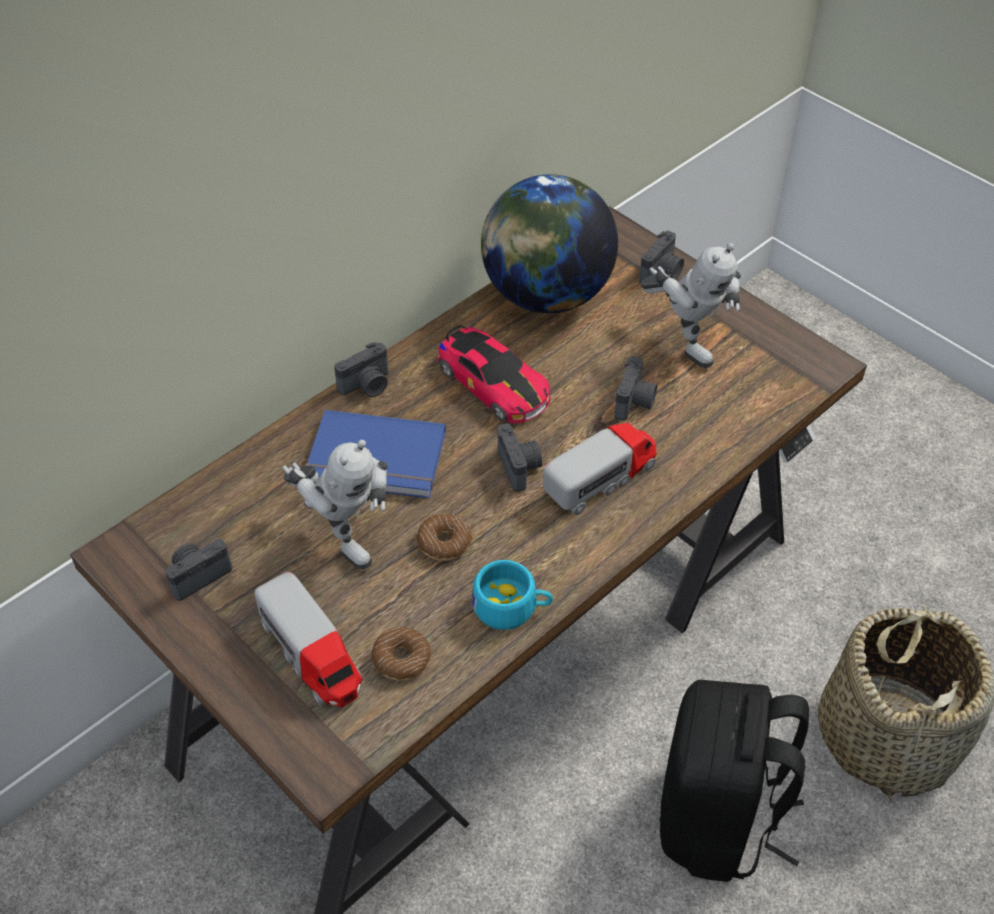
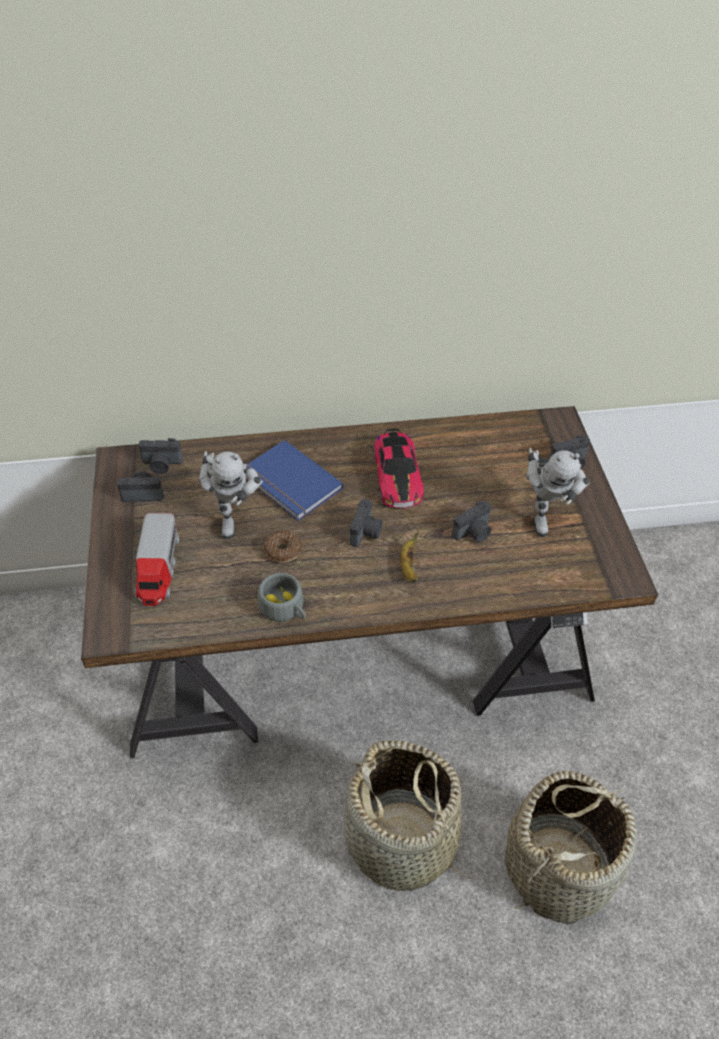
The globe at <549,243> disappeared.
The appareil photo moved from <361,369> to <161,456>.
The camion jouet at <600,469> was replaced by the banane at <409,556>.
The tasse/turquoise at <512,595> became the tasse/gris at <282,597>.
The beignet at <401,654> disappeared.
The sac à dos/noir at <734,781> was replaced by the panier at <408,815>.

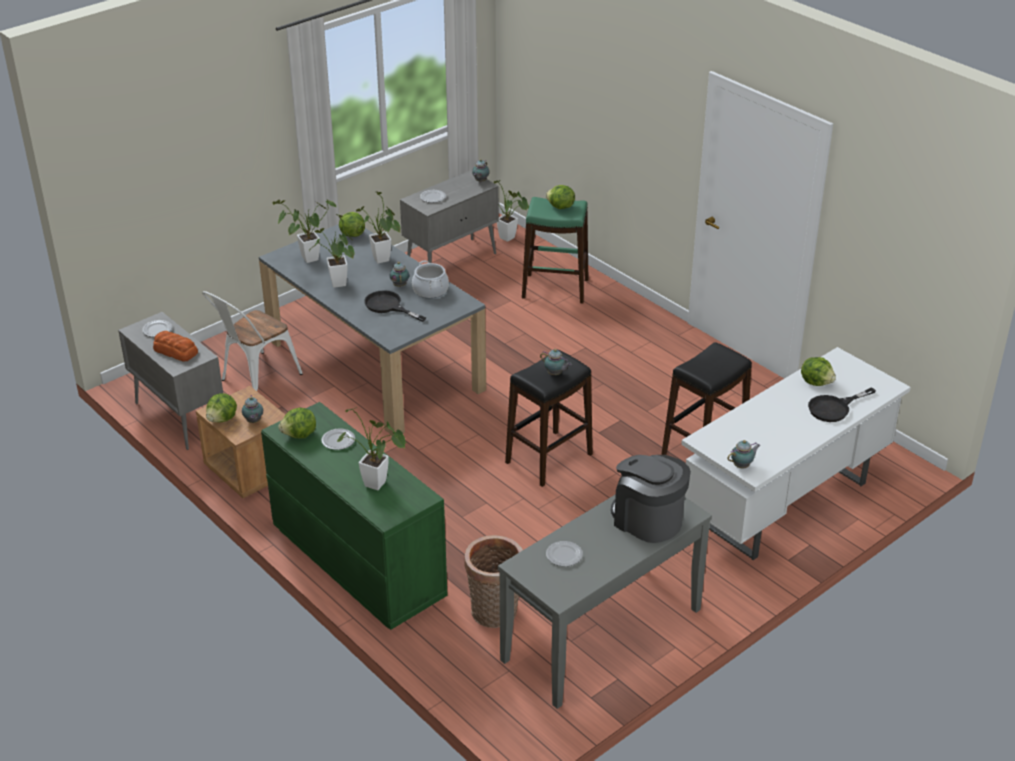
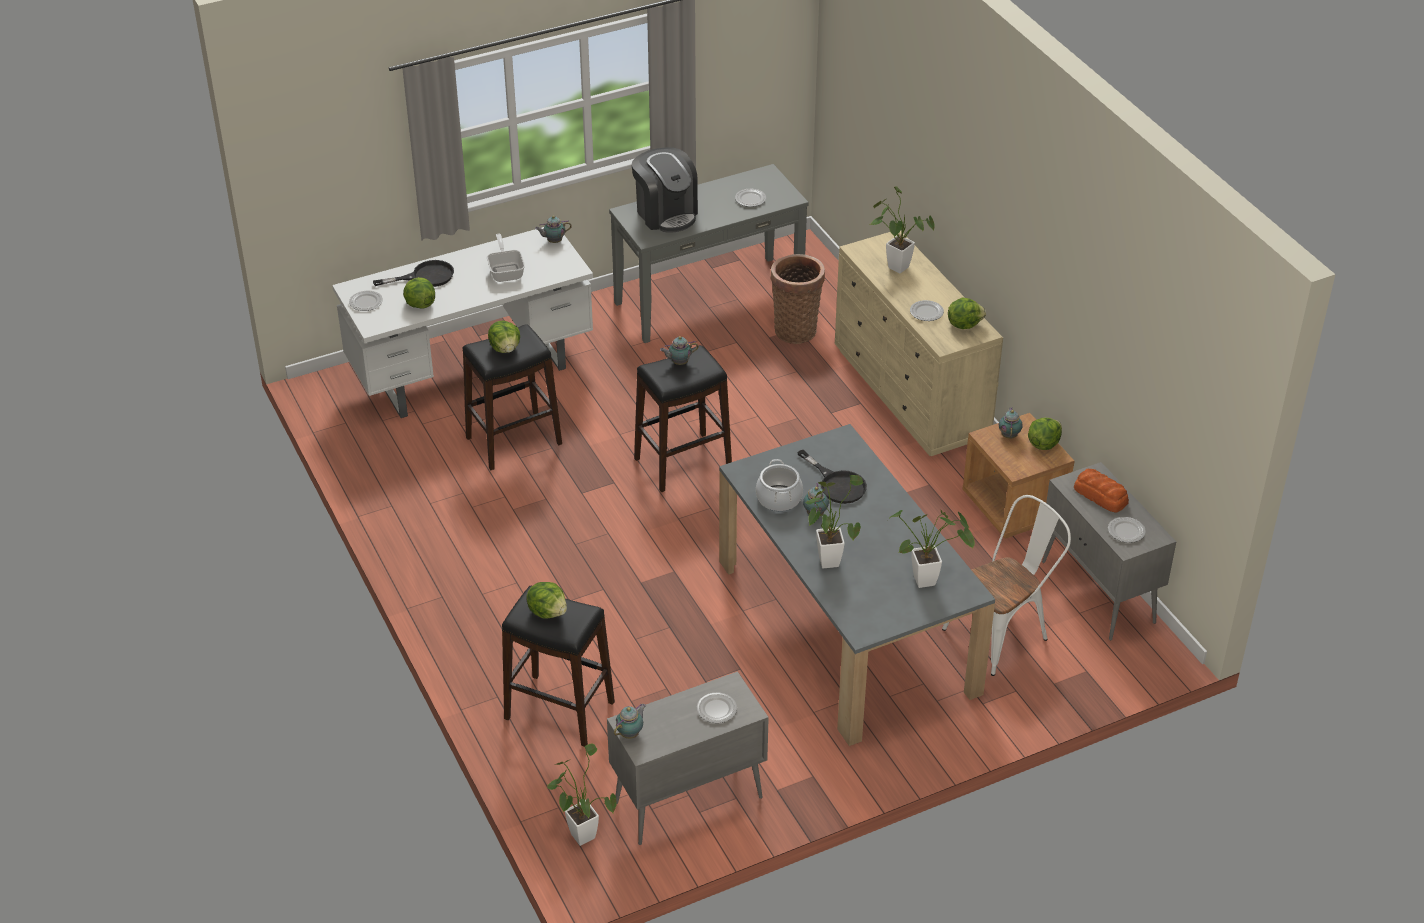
The tabouret/vert at <555,250> became the tabouret/noir at <558,666>.
The laitue moved from <352,224> to <504,337>.
The plante en pot at <332,251> disappeared.
The théière at <556,362> turned 60 degrees counterclockwise.
The commode/vert at <354,516> became the commode/beige at <919,343>.
The poêle at <506,258> appeared.
The assiette at <366,301> appeared.

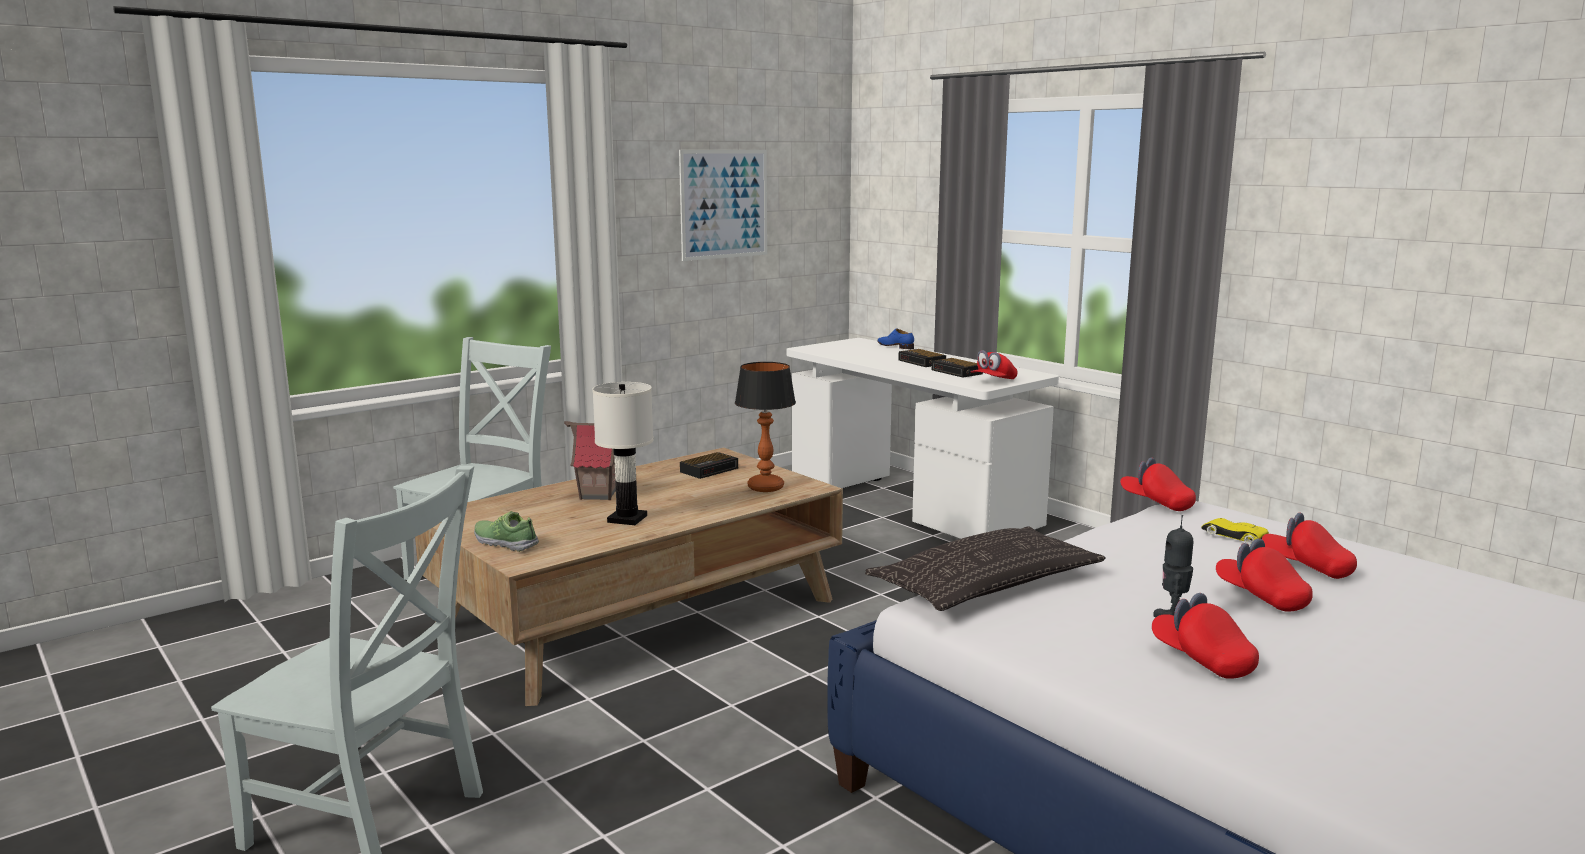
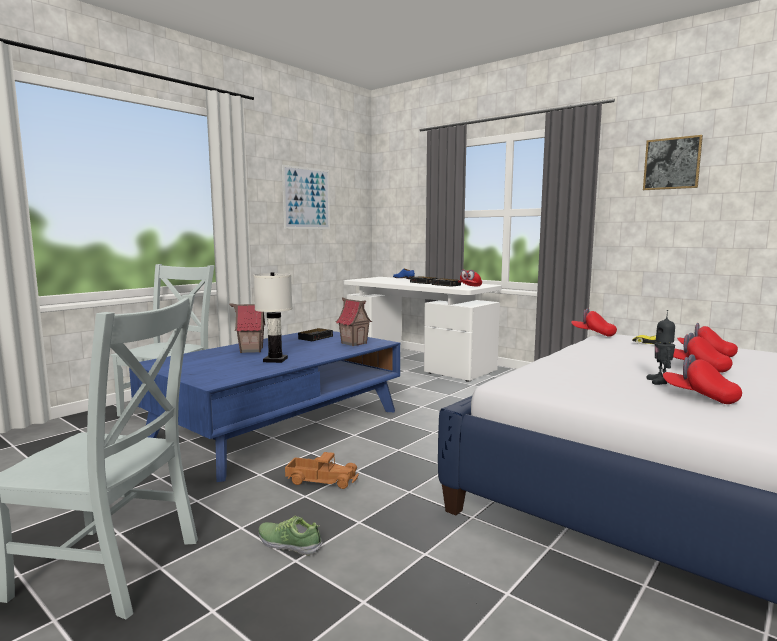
The lampe de table at <765,427> was replaced by the maison miniature at <354,322>.
The table basse/marron at <629,577> became the table basse/bleu at <264,406>.
The chaussure moved from <506,531> to <291,535>.
The coussin at <985,568> disappeared.
The tableau at <673,162> appeared.
The camion jouet at <322,470> appeared.

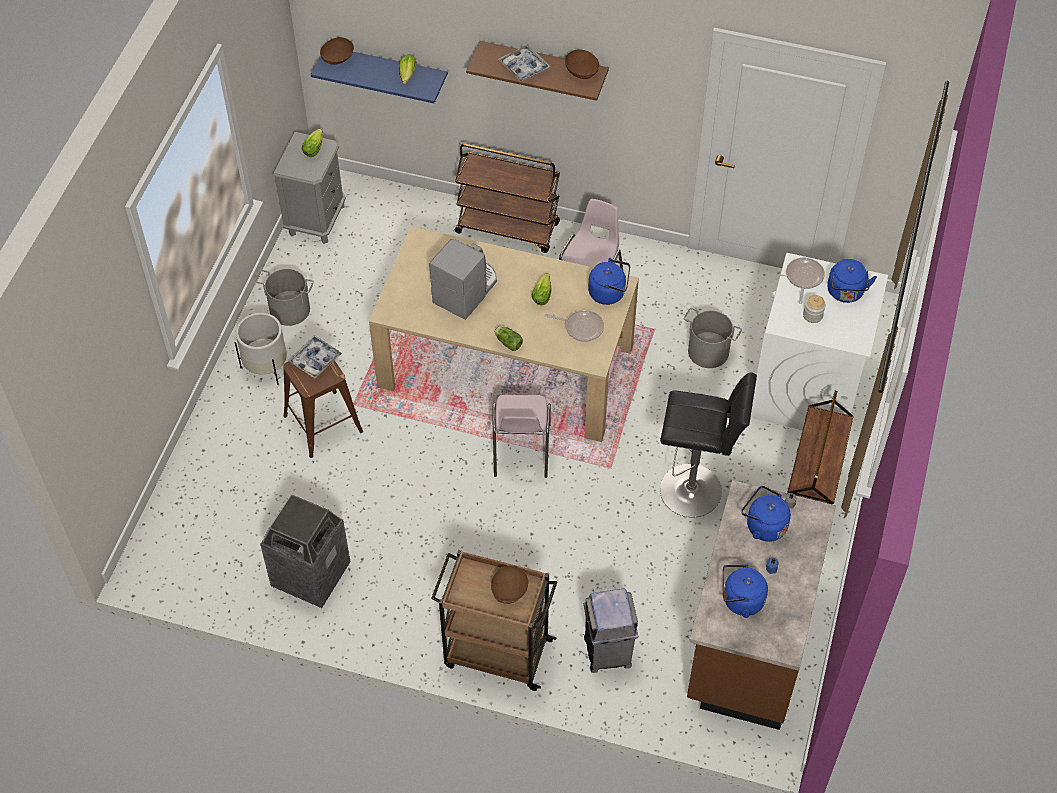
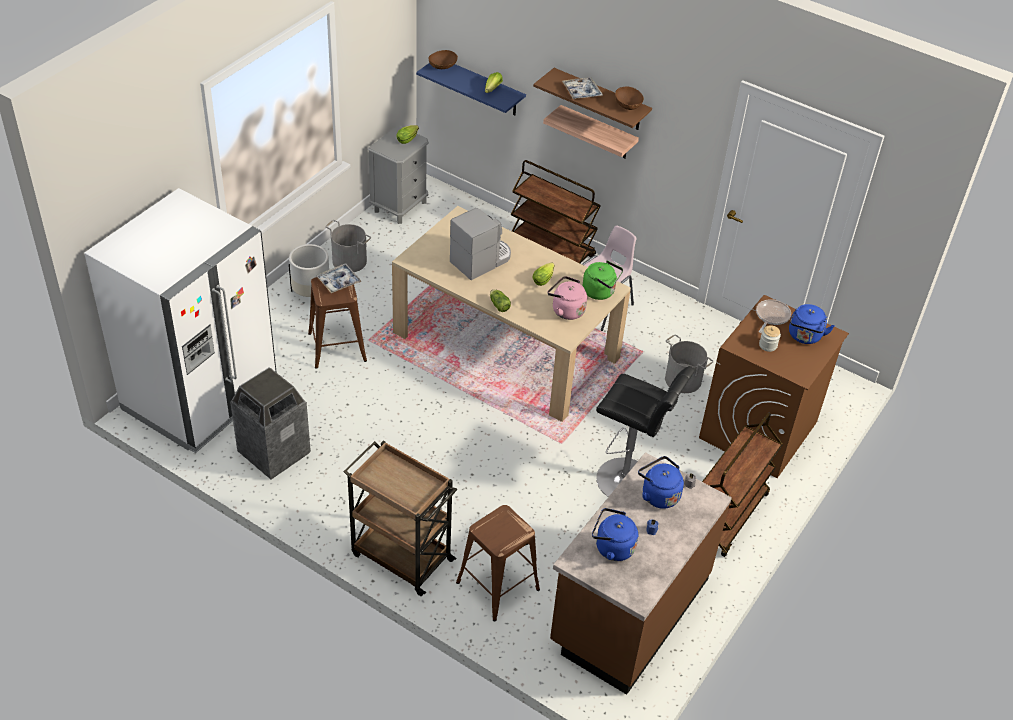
The lave-linge/blanc at <819,341> became the lave-linge/marron at <774,386>.
The bouilloire/bleu at <609,281> became the bouilloire/vert at <603,280>.
The poêle at <575,326> was replaced by the bouilloire/rose at <567,298>.
The chaise/rose at <522,436> disappeared.
The bol/marron at <510,584> disappeared.
The poubelle/gris at <611,630> was replaced by the tabouret/marron at <498,563>.
The étagère at <591,132> appeared.
The réfrigérateur/blanc at <180,320> appeared.

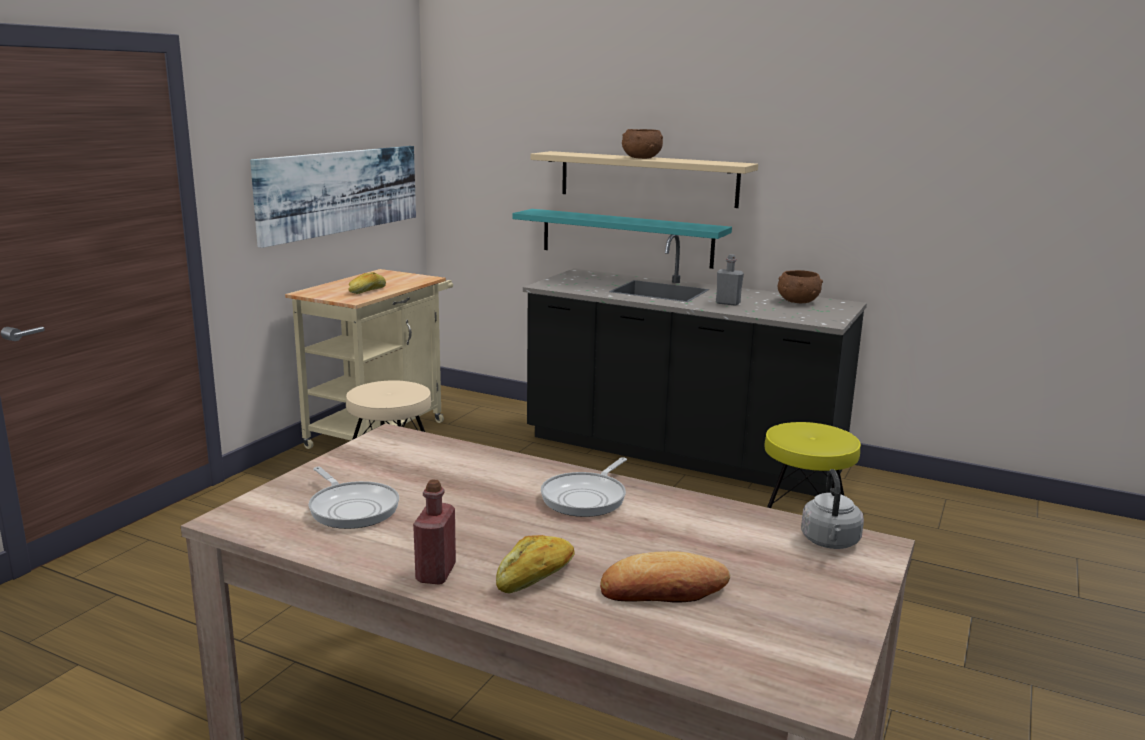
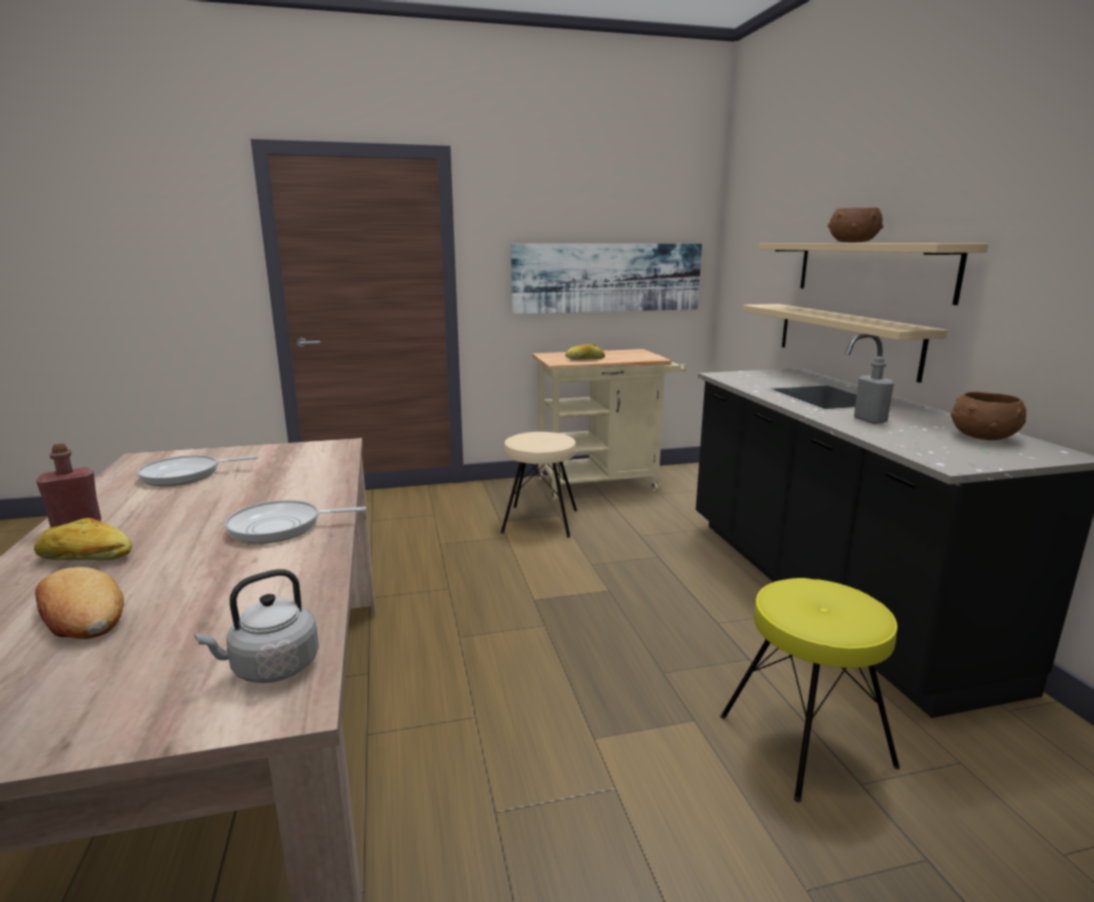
The étagère/turquoise at <622,239> became the étagère/beige at <845,343>.
The poêle at <353,498> turned 60 degrees clockwise.

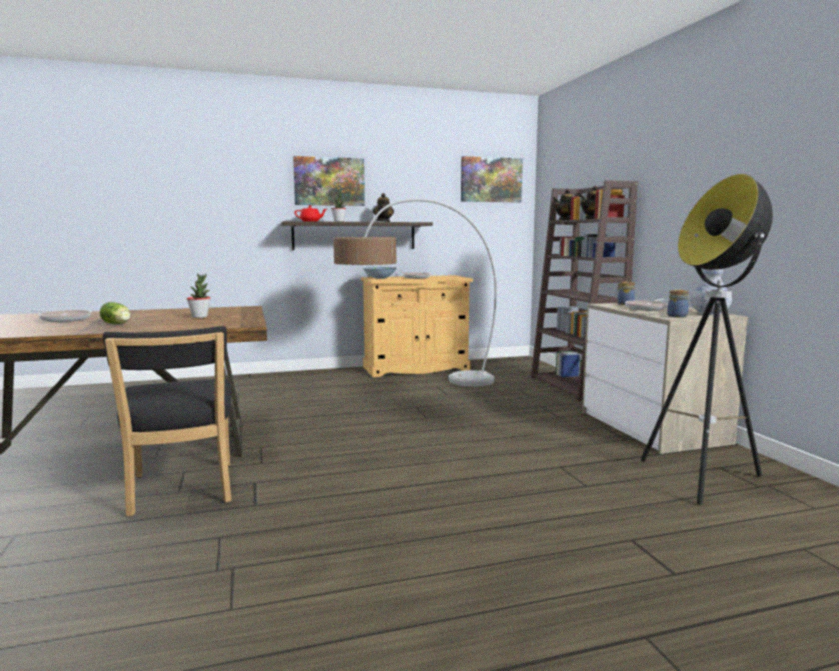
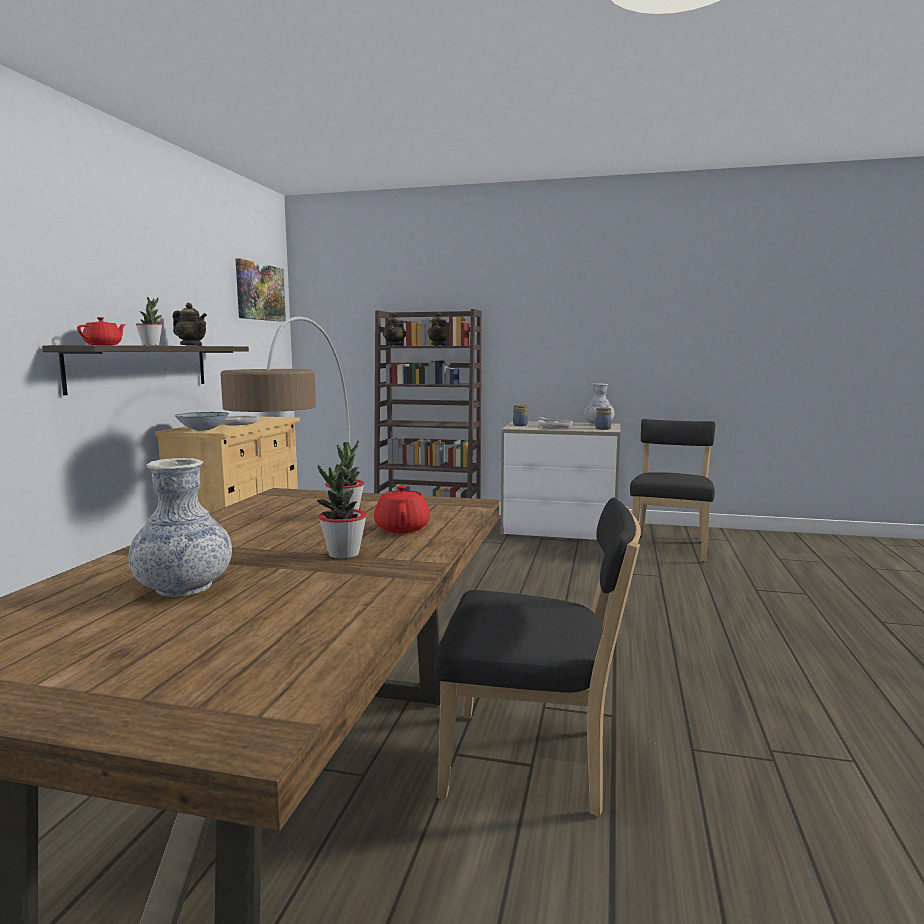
The tableau at <329,181> disappeared.
The lampadaire at <707,339> was replaced by the chaise/noir at <673,490>.
The laitue at <115,313> was replaced by the plante en pot at <342,511>.
The poêle at <61,316> was replaced by the vase at <180,527>.
The théière/rouge at <402,509> appeared.

